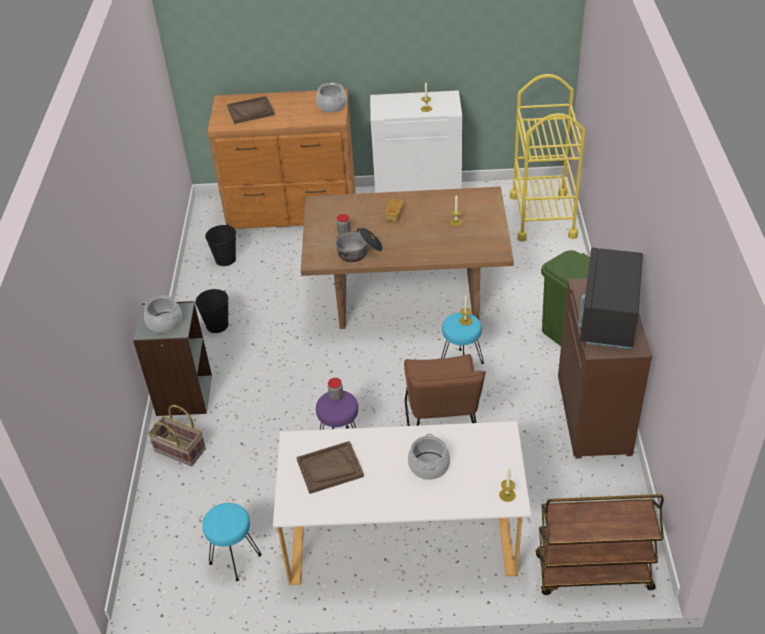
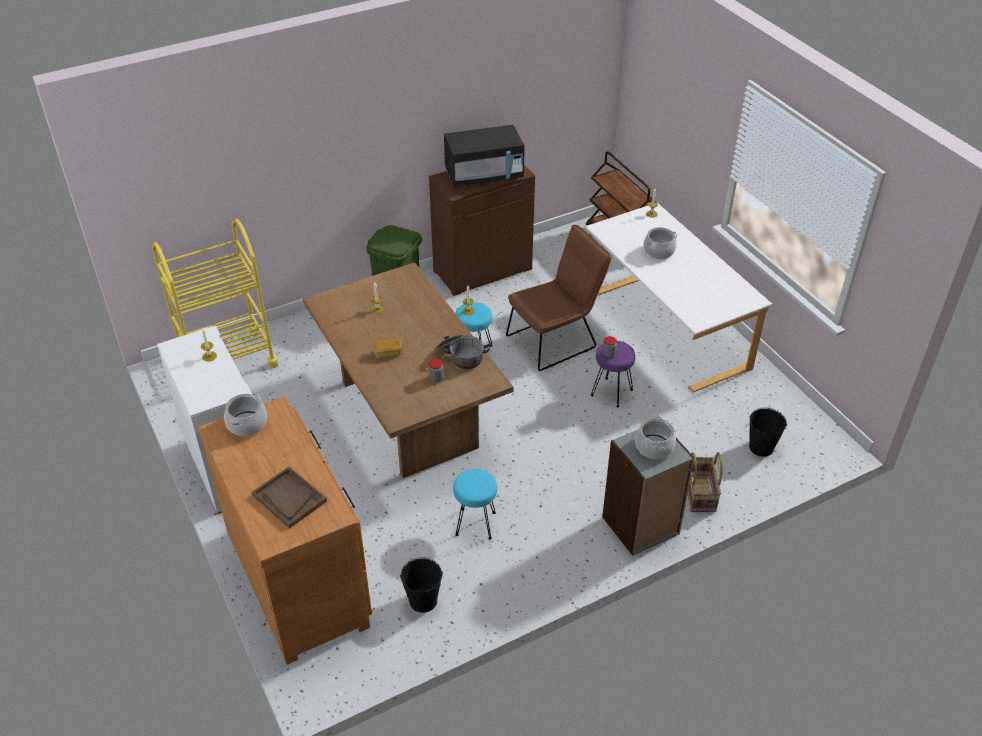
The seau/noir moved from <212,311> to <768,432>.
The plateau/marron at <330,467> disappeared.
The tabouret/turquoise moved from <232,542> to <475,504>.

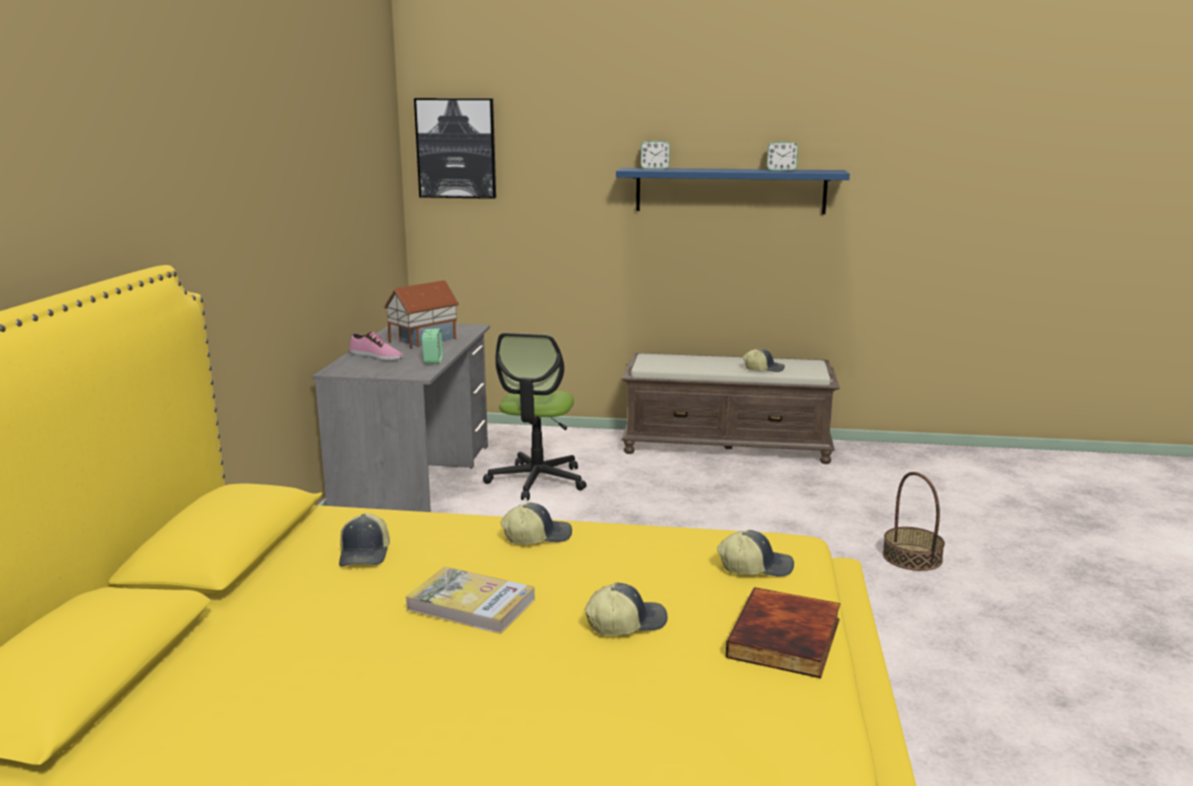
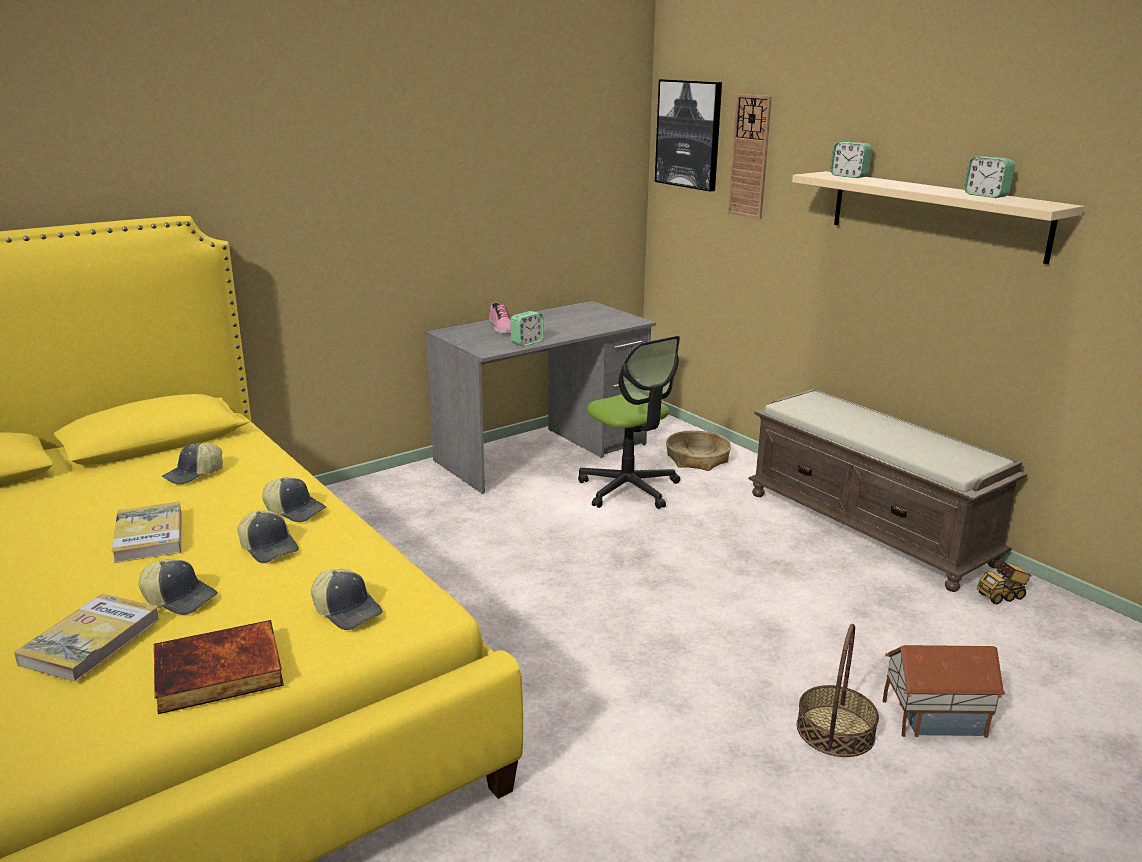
The étagère/bleu at <733,191> became the étagère/beige at <938,217>.
The maison miniature moved from <421,314> to <944,691>.
The chaise de bureau at <535,417> turned 90 degrees counterclockwise.
The casquette moved from <764,360> to <268,536>.
The horloge murale at <750,156> appeared.
The panier at <698,450> appeared.
The camion jouet at <1004,583> appeared.
The livre at <87,638> appeared.

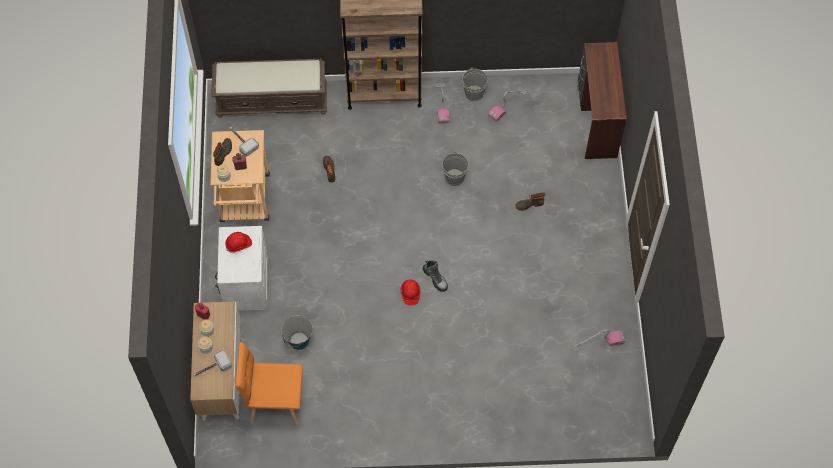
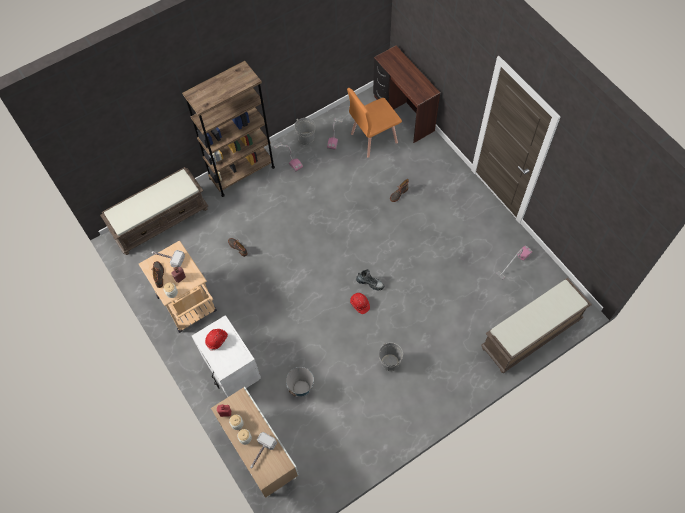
The seau/gris moved from <455,168> to <391,356>.
The chaise/orange moved from <269,383> to <374,123>.
The banc/marron at <536,325> appeared.

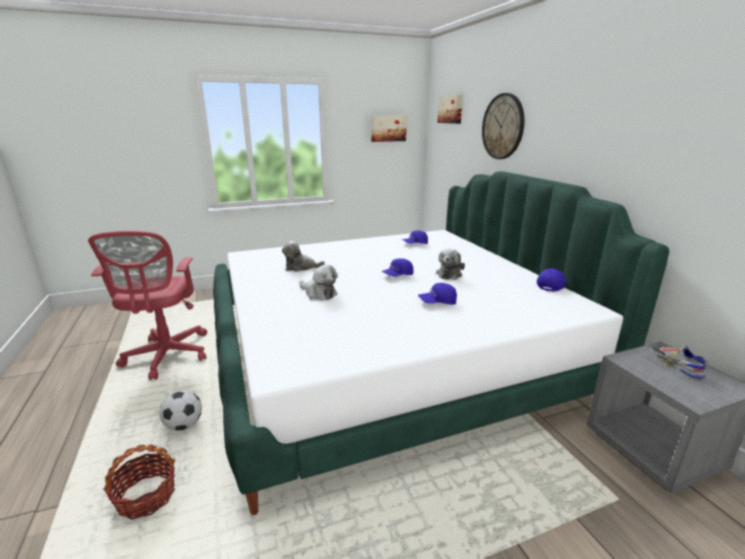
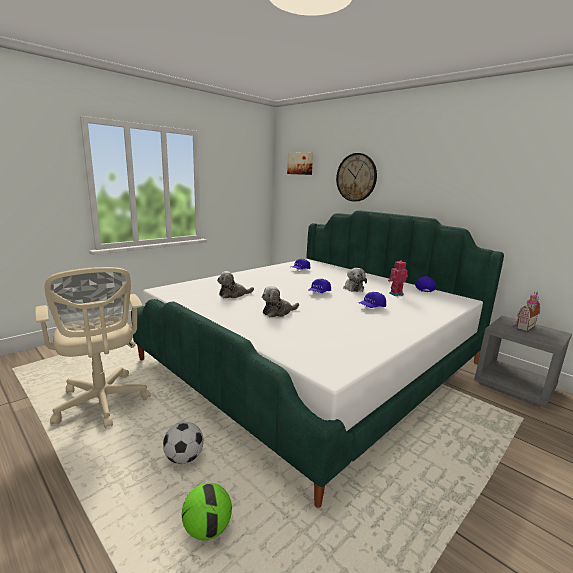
The tableau at <389,129> disappeared.
The chaise de bureau/rouge at <147,305> became the chaise de bureau/beige at <93,348>.
The peluche at <318,282> turned 135 degrees clockwise.
The chaussure at <679,362> was replaced by the maison miniature at <526,311>.
The panier at <139,482> was replaced by the ballon de foot at <207,512>.
The robot jouet at <398,278> appeared.

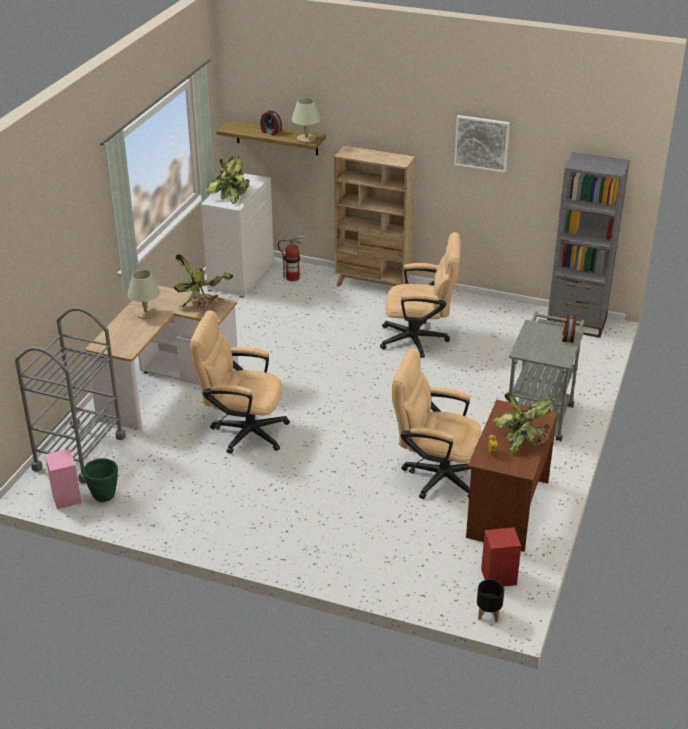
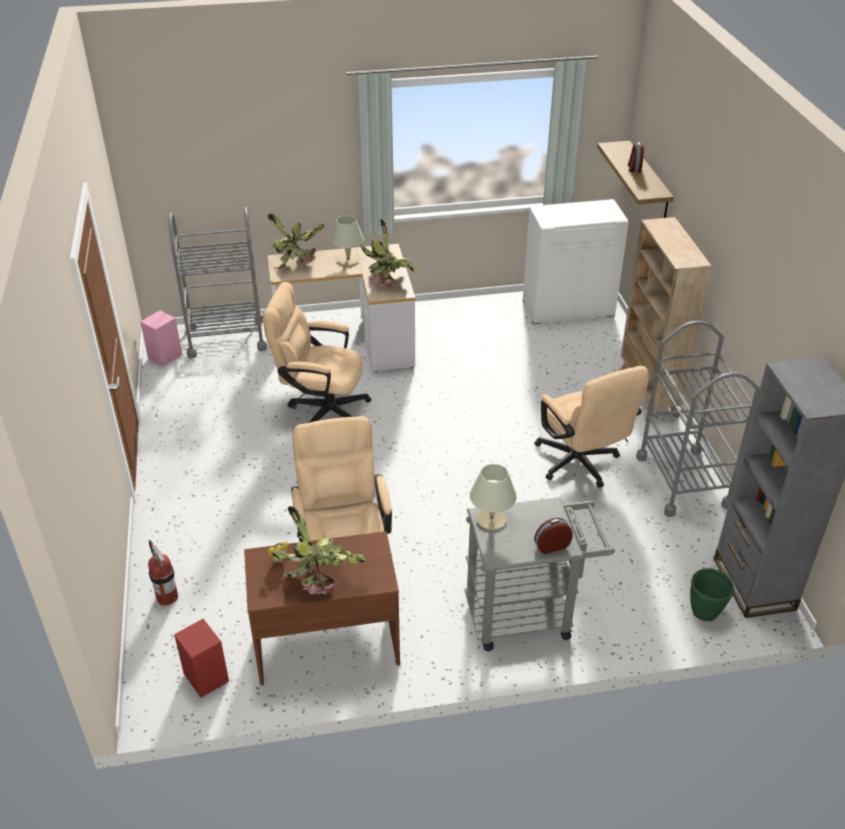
The lampe de table/beige moved from <306,120> to <493,497>.
The tableau at <482,144> disappeared.
The plante en pot moved from <228,180> to <296,241>.
The extincteur moved from <292,258> to <163,573>.
The chaise de bureau/beige at <240,382> turned 60 degrees counterclockwise.
The cache-pot/vert moved from <100,480> to <712,594>.
The cache-pot/noir at <490,600> disappeared.
The chariot/gris at <698,419> appeared.

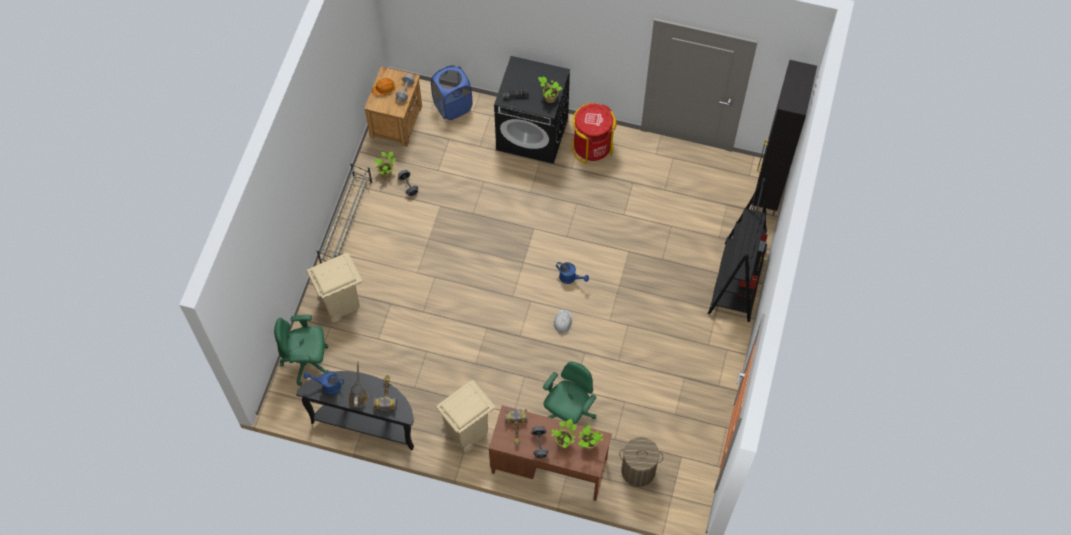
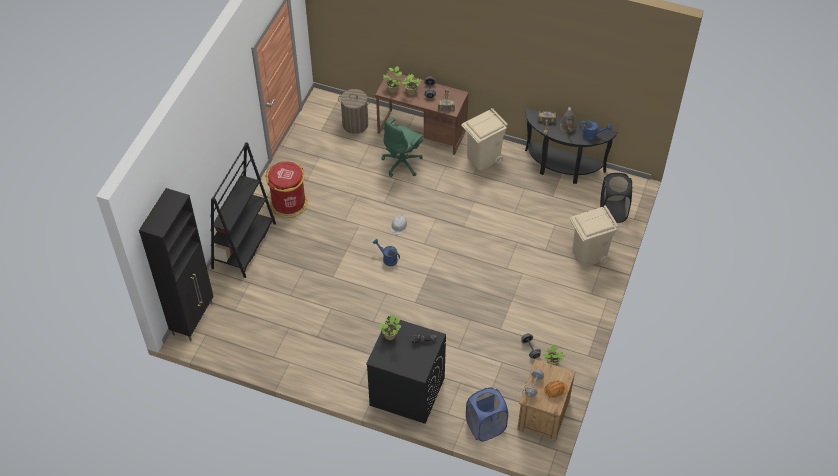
The poubelle/rouge moved from <594,133> to <286,189>.
The étagère à chaussures/gris at <344,213> disappeared.
The chaise de bureau/vert at <301,350> was replaced by the panier à linge/noir at <616,198>.

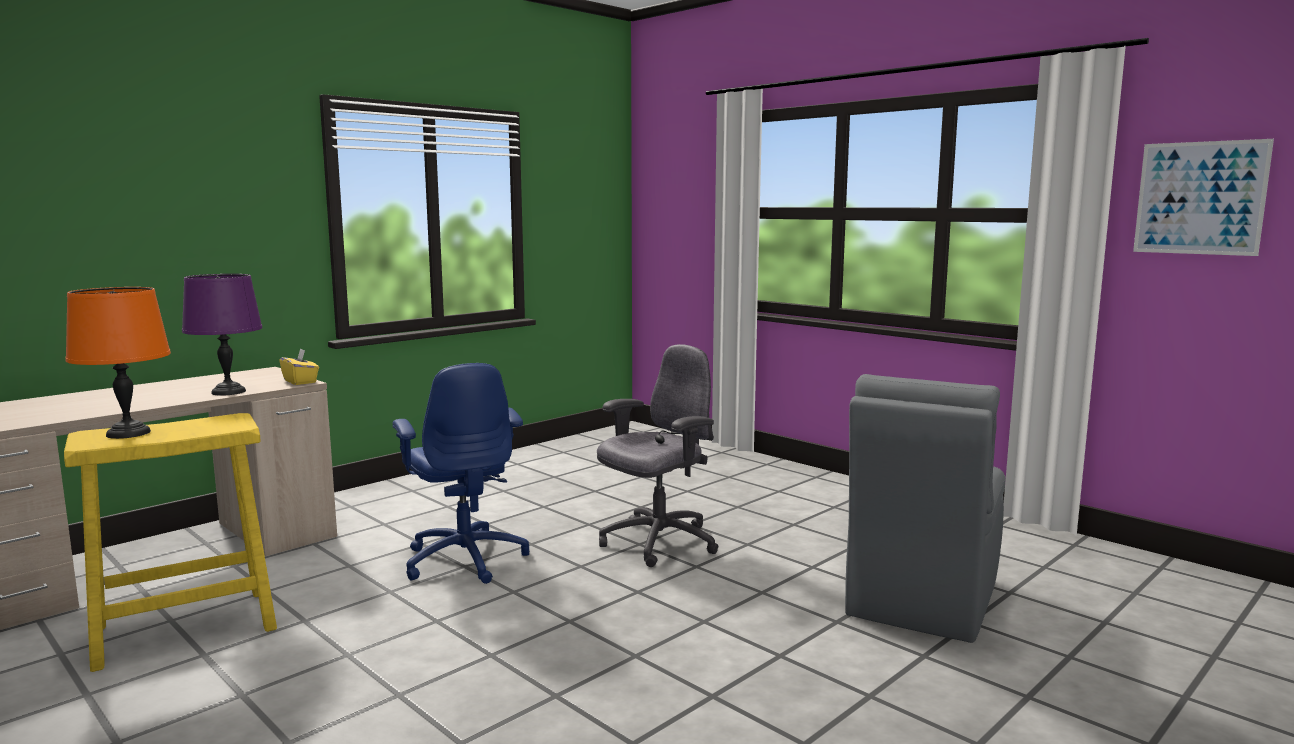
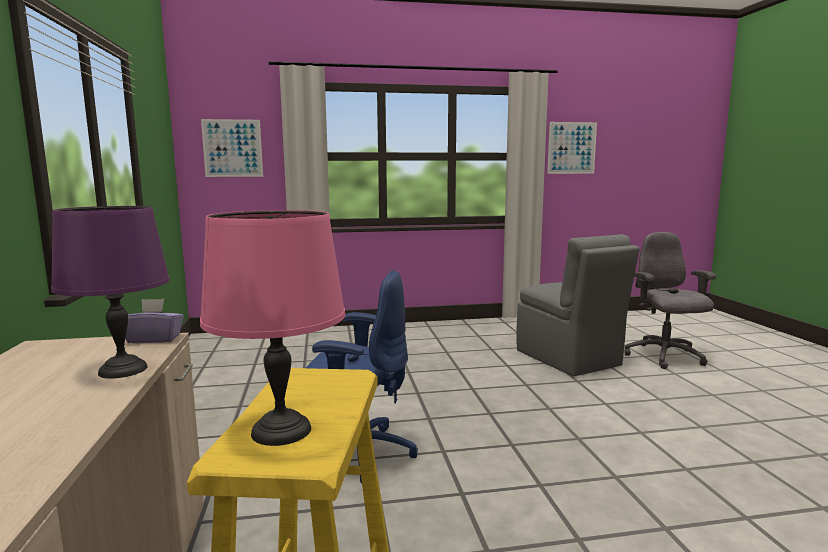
The lampe de table/orange at <118,363> became the lampe de table/rose at <272,328>.
The chaise de bureau/gris moved from <658,455> to <670,300>.
The boîte à mouchoirs/jaune at <299,366> became the boîte à mouchoirs/violet at <154,321>.
The tableau at <232,148> appeared.

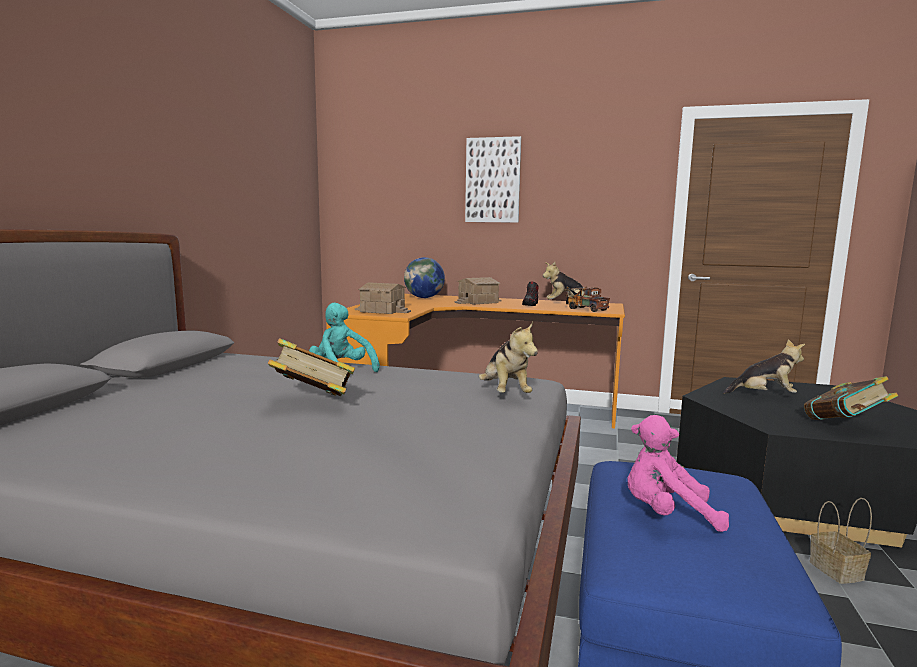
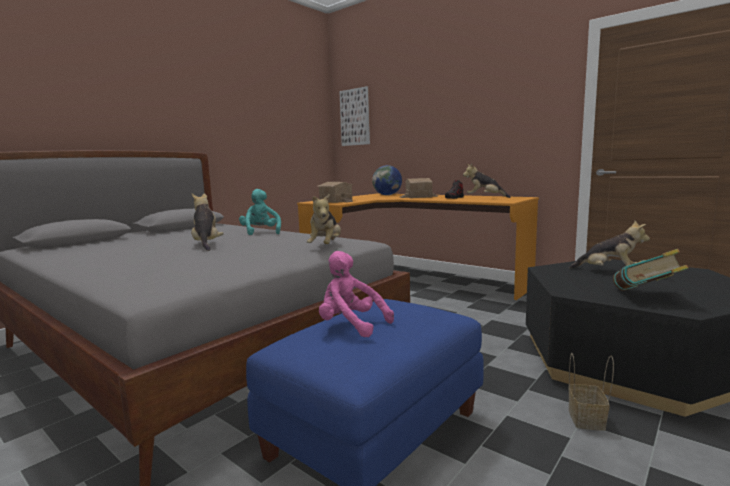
The tableau moved from <493,179> to <354,116>.
The camion jouet at <588,299> disappeared.
The livre at <311,367> was replaced by the peluche at <207,222>.

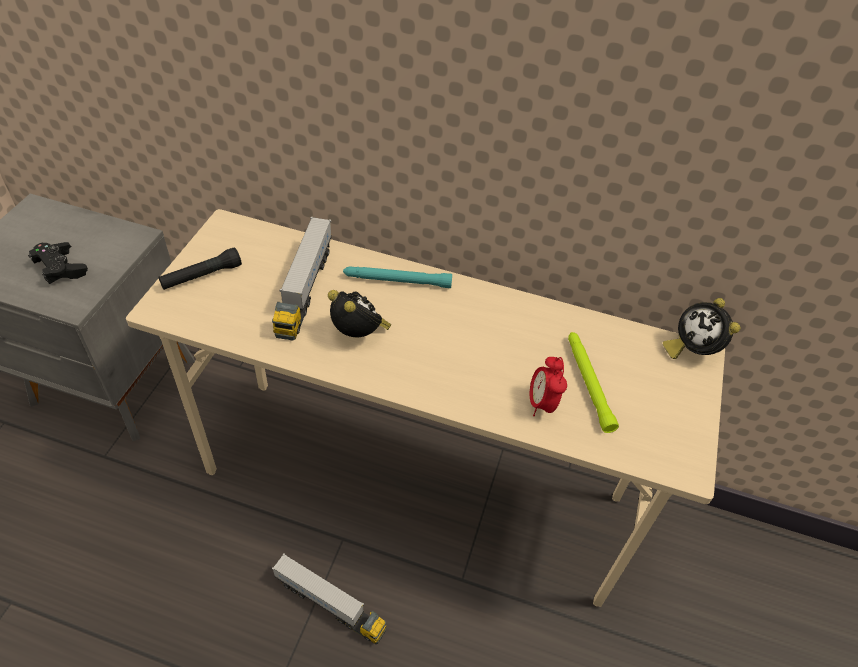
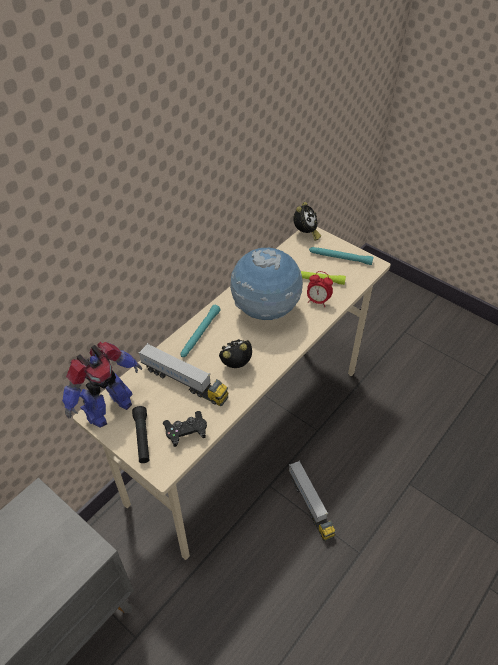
The manette/noir moved from <58,263> to <185,429>.
The réveil at <702,328> turned 60 degrees counterclockwise.
The camion jouet at <329,598> turned 105 degrees clockwise.
The lampe de poche/turquoise at <341,256> appeared.
The globe at <266,284> appeared.
The robot jouet at <102,385> appeared.

